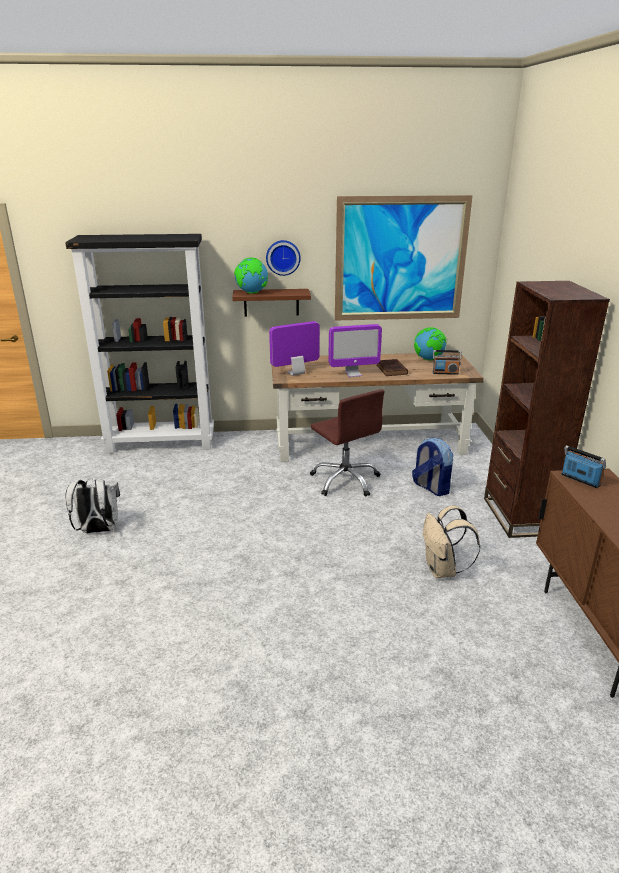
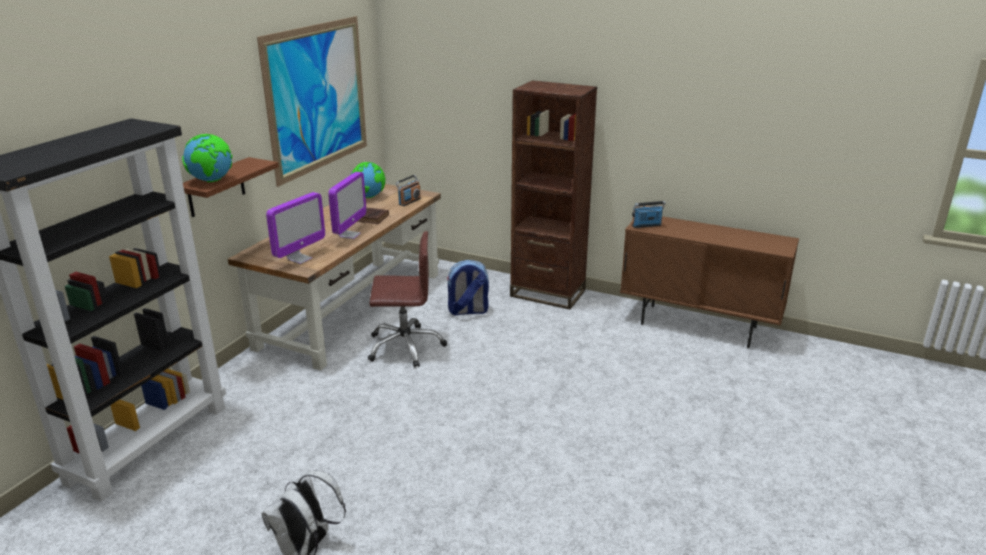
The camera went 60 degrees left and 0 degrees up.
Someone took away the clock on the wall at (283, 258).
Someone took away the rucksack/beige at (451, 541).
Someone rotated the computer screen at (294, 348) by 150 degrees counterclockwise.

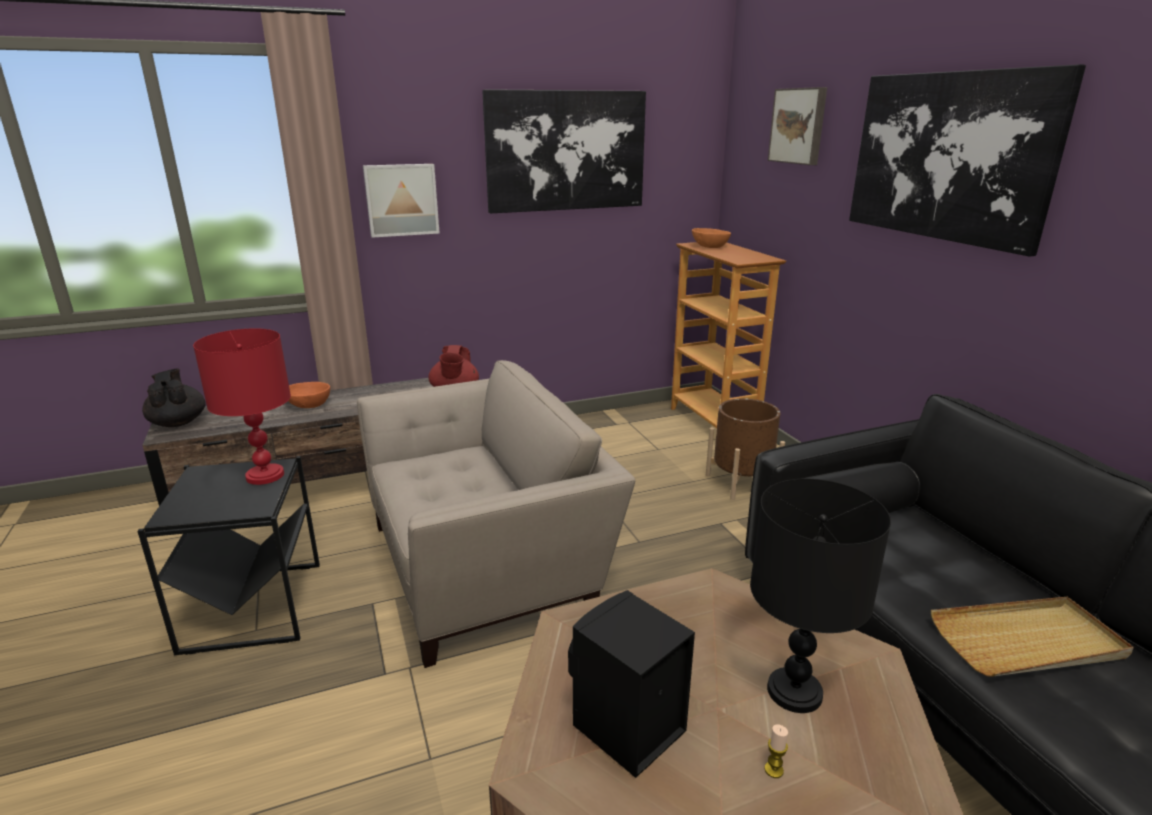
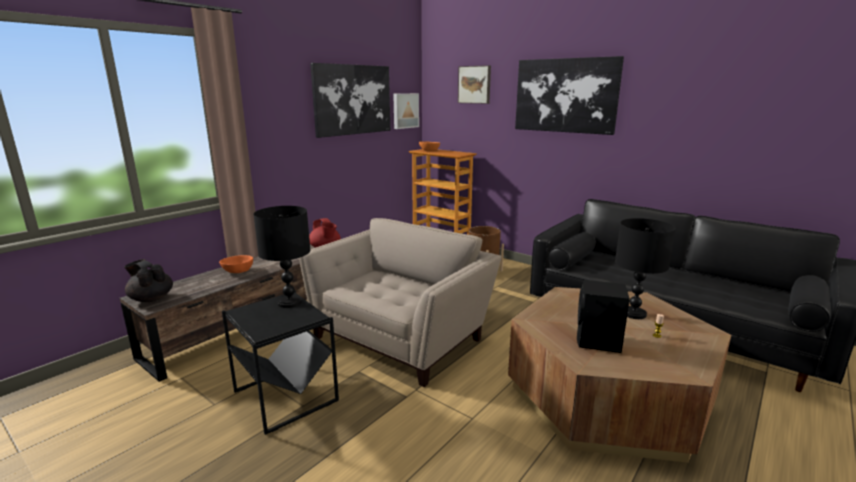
The camera went 30 degrees left and 5 degrees down.
Someone took away the tray/beige at (1032, 637).
Someone carried the picture from (401, 201) to (406, 111).
Someone repainted the lamp for a table/red-coloured at (242, 406), which became the lamp for a table/black at (282, 257).

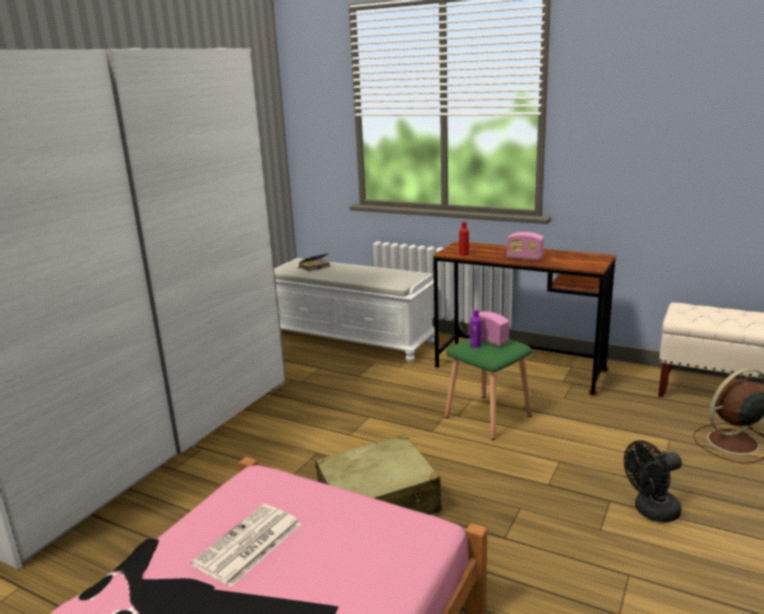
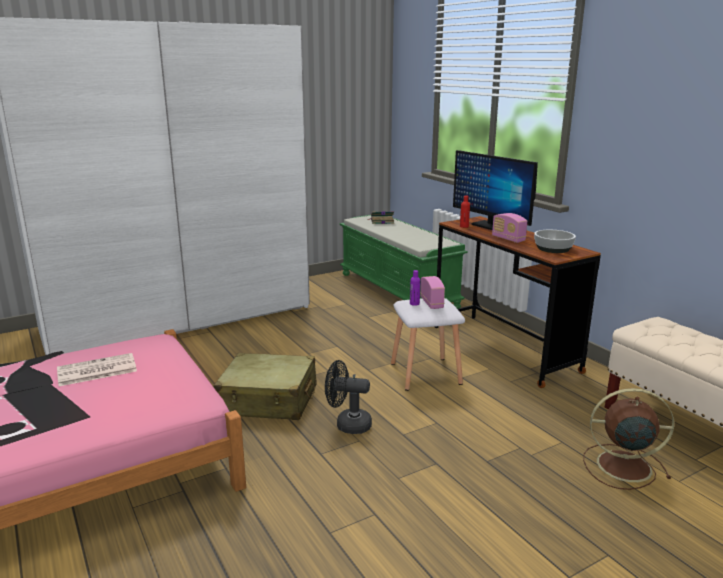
The camera went 30 degrees right and 0 degrees up.
Someone put down the computer screen at (495, 190).
Someone put down the bowl at (555, 241).
Someone carried the electric fan/black from (653, 482) to (348, 397).
Someone repainted the indoor bench/white at (354, 310), which became the indoor bench/green at (404, 262).
Someone repainted the stool seat/green at (488, 389), which became the stool seat/white at (428, 344).

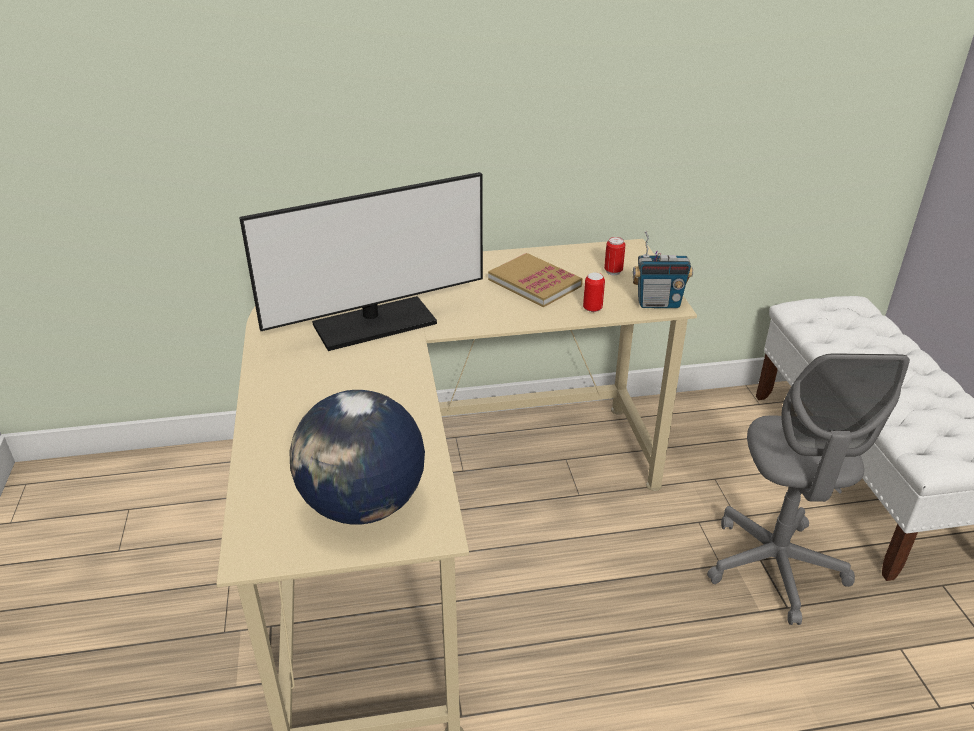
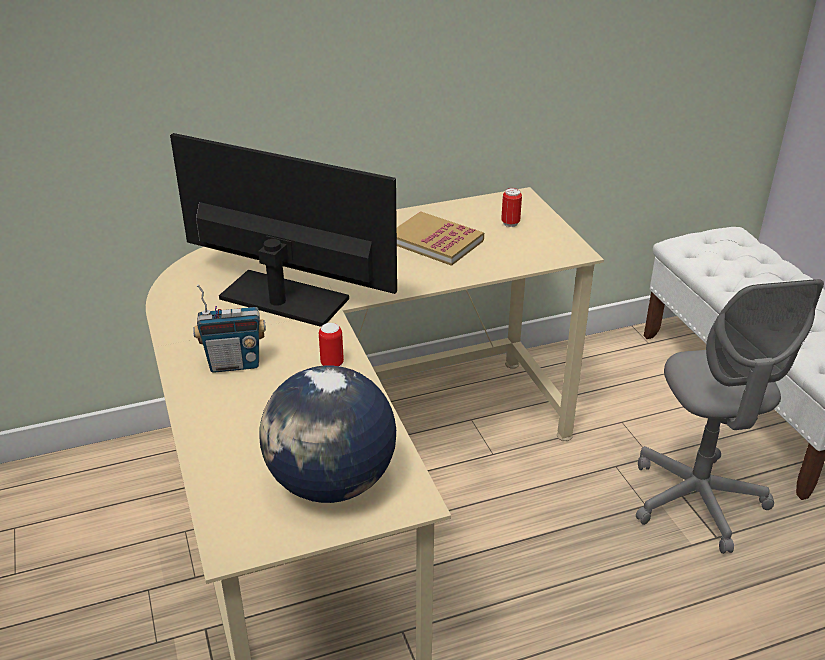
The camera went 10 degrees left and 0 degrees up.
Someone carried the can from (594, 292) to (331, 344).
Someone carried the radio receiver from (663, 269) to (229, 328).
Someone rotated the computer screen at (361, 261) by 120 degrees counterclockwise.

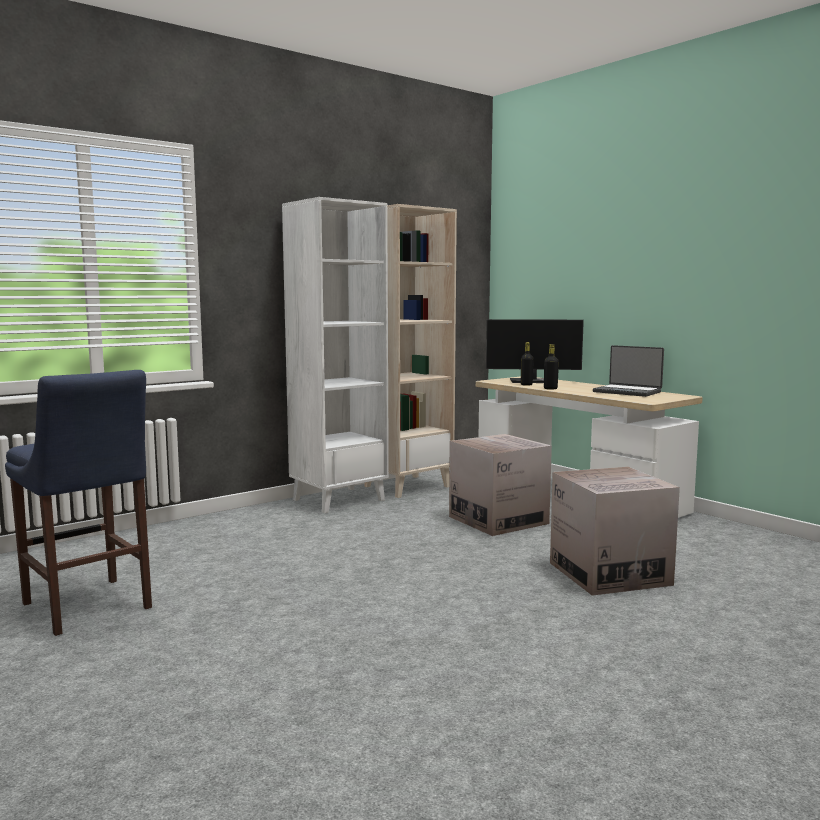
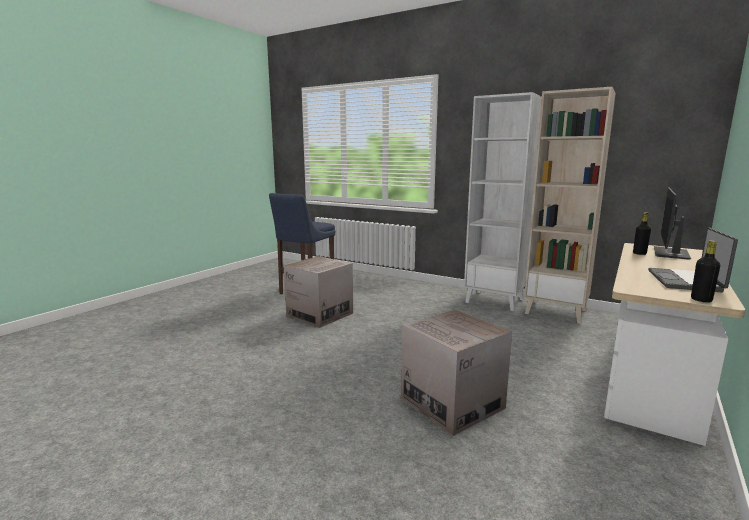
The camera went 70 degrees right and 5 degrees up.
Someone carried the carton from (500, 485) to (318, 292).
Someone carried the beverage bottle/black from (551, 367) to (705, 271).
Someone rotated the computer screen at (535, 351) by 45 degrees clockwise.

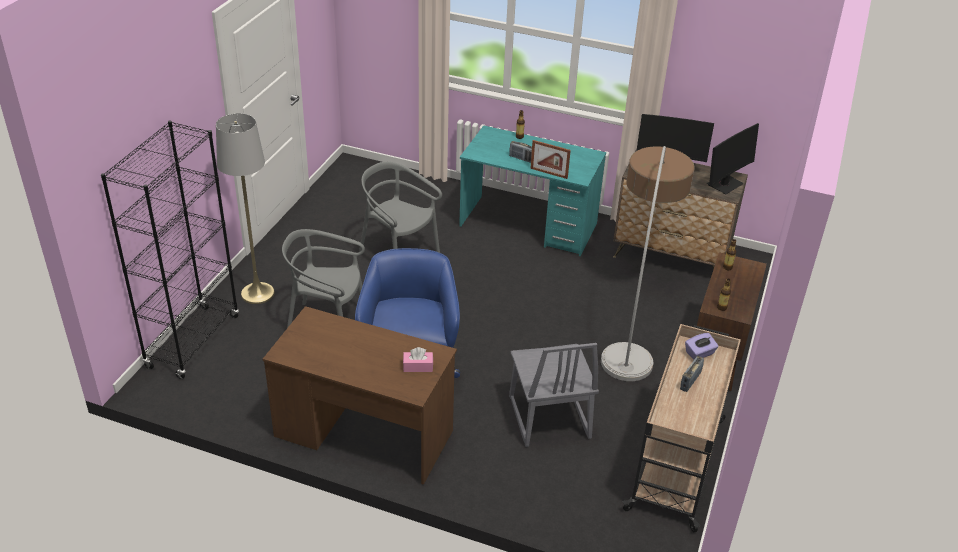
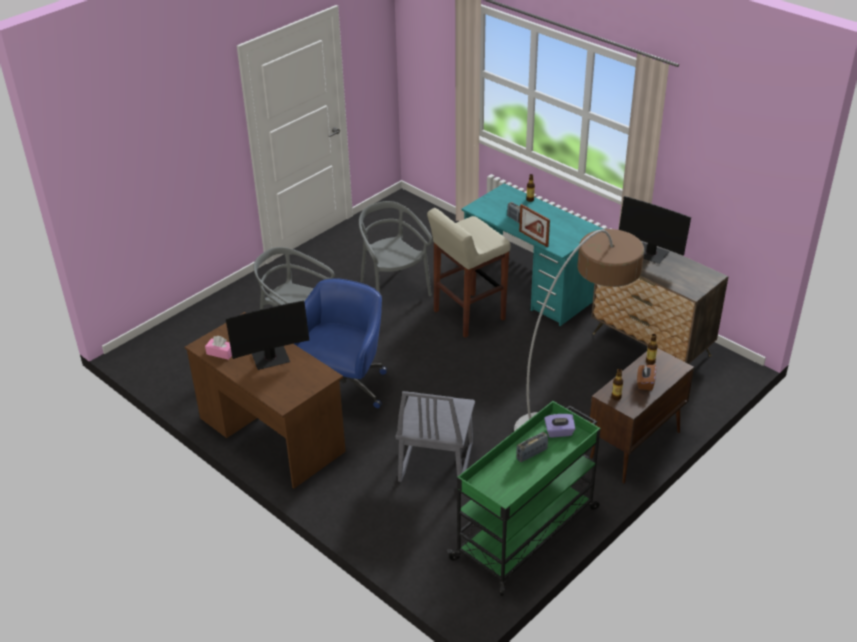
The camera went 25 degrees right and 0 degrees up.
Someone took away the bookcase/black at (170, 250).
Someone took away the floor lamp/gray at (245, 208).
Someone put down the stool seat/beige at (468, 273).
Someone put down the box of tissues/brownish at (646, 377).
Someone carried the box of tissues/pink from (418, 359) to (218, 348).
Someone carried the computer screen from (733, 158) to (267, 335).
Someone repainted the cart/beige at (681, 428), which became the cart/green at (524, 498).

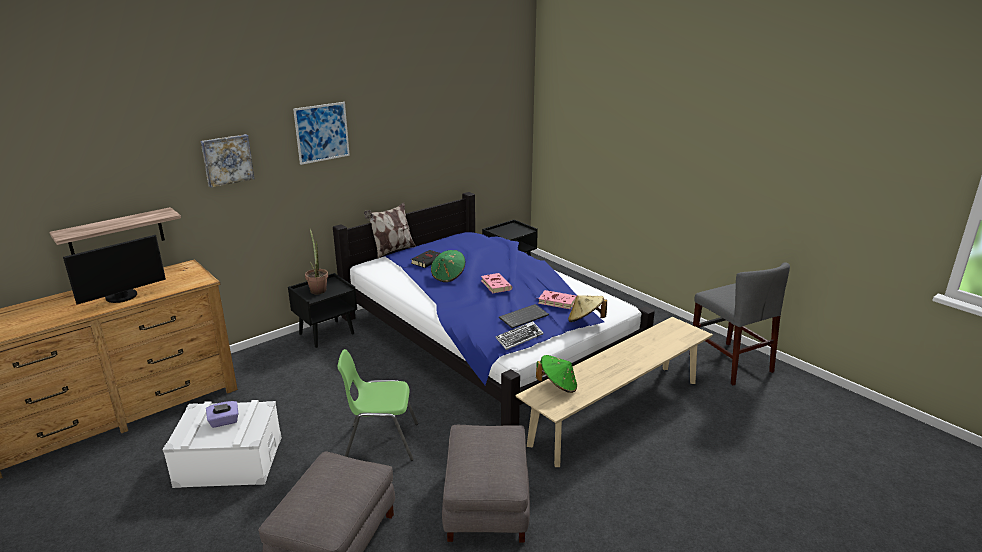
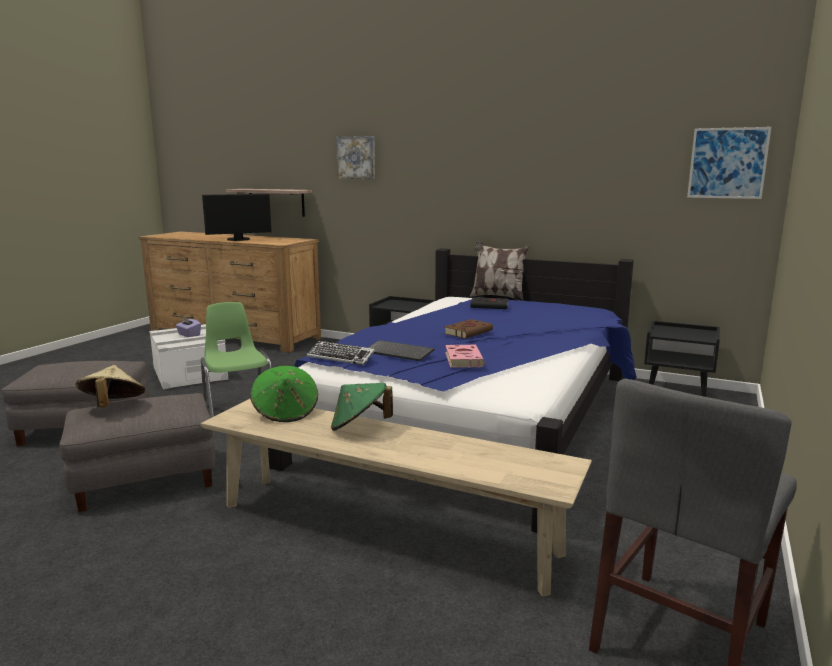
The camera went 65 degrees right and 10 degrees down.
Someone took away the potted plant at (316, 261).
Someone carried the picture from (321, 133) to (729, 163).
Someone carried the wearable hat/green from (448, 266) to (362, 407).
Someone carried the wearable hat/beige from (587, 308) to (110, 386).
Someone repainted the volume/pink at (496, 283), which became the volume/brownish at (468, 328).
Someone rotated the computer screen at (114, 270) by 45 degrees counterclockwise.

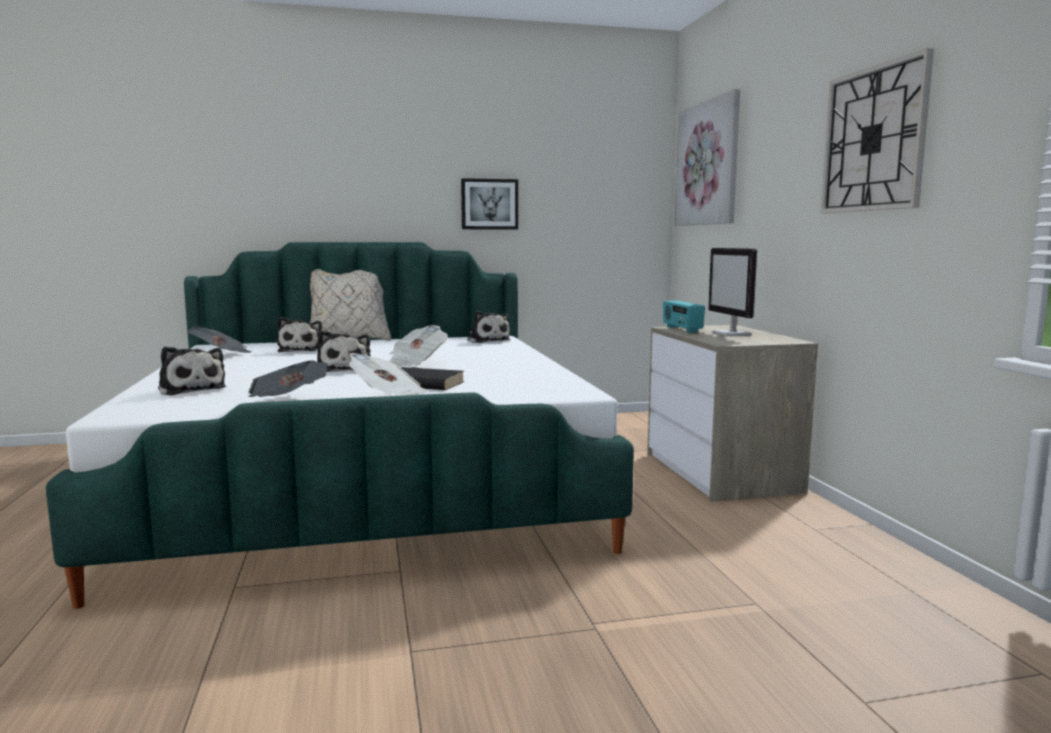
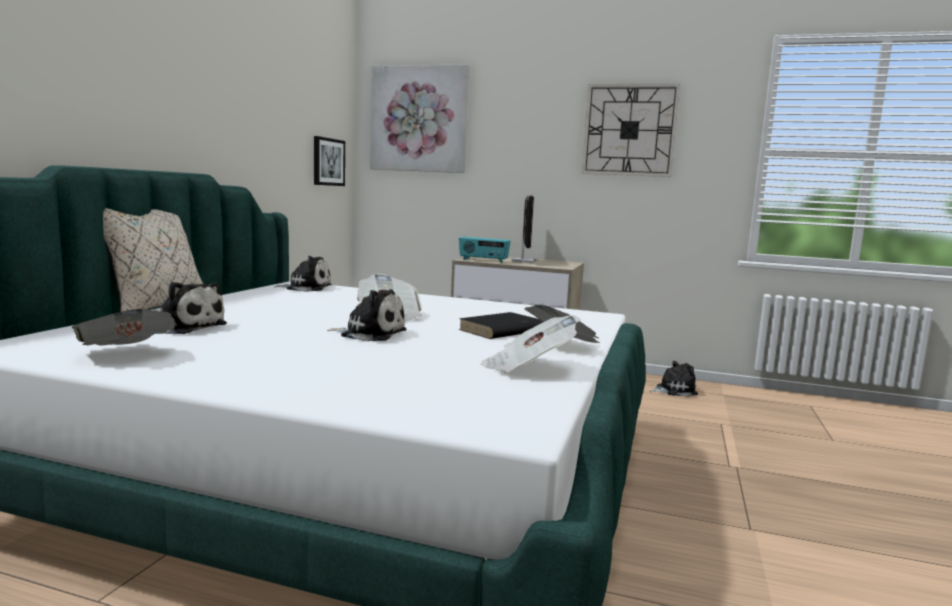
The camera went 60 degrees left and 0 degrees up.
Someone carried the cuddly toy from (192, 371) to (673, 379).
Someone carried the picture from (489, 204) to (329, 161).
Someone rotated the computer screen at (732, 292) by 105 degrees counterclockwise.

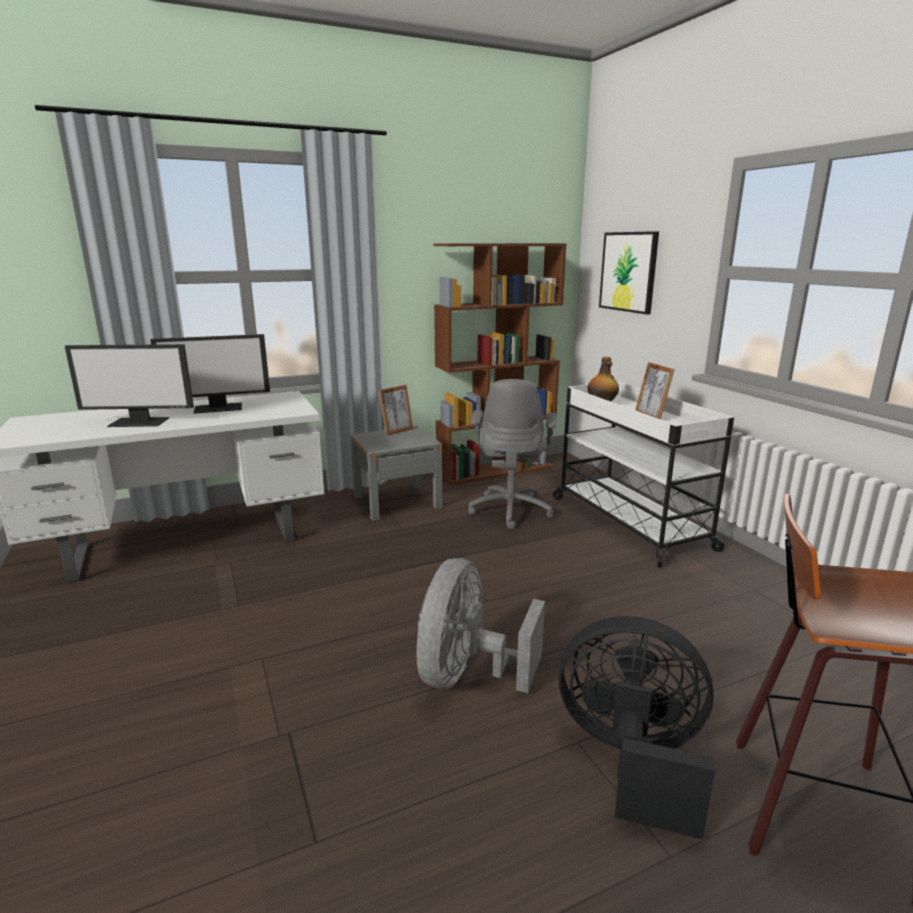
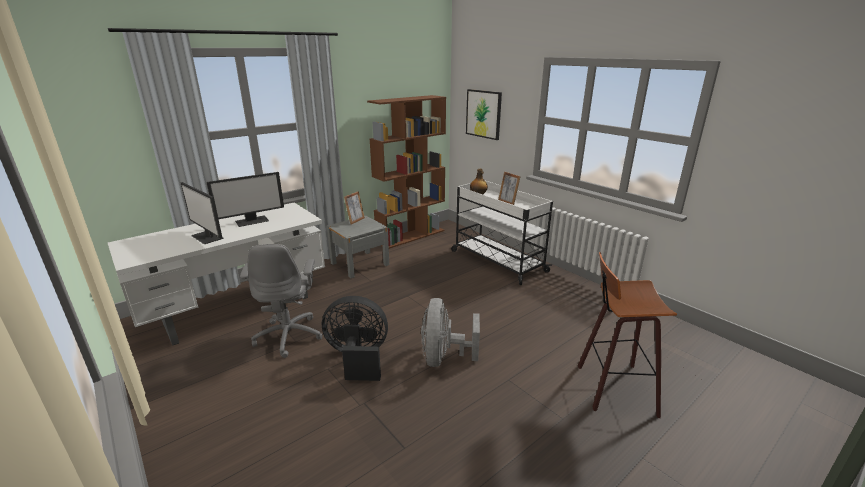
The camera went 15 degrees left and 5 degrees up.
Someone carried the desk chair/gray from (512, 454) to (281, 301).
Someone carried the electric fan/black from (636, 728) to (355, 338).
Someone rotated the computer screen at (129, 385) by 60 degrees clockwise.

